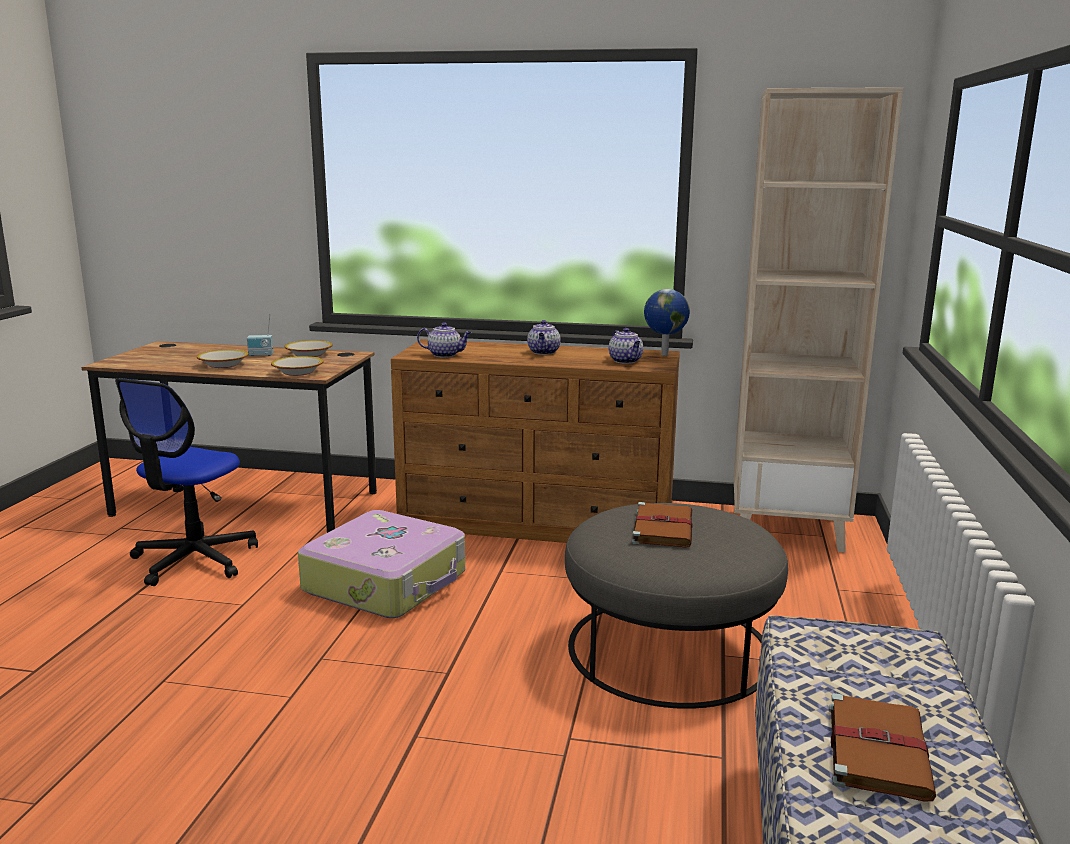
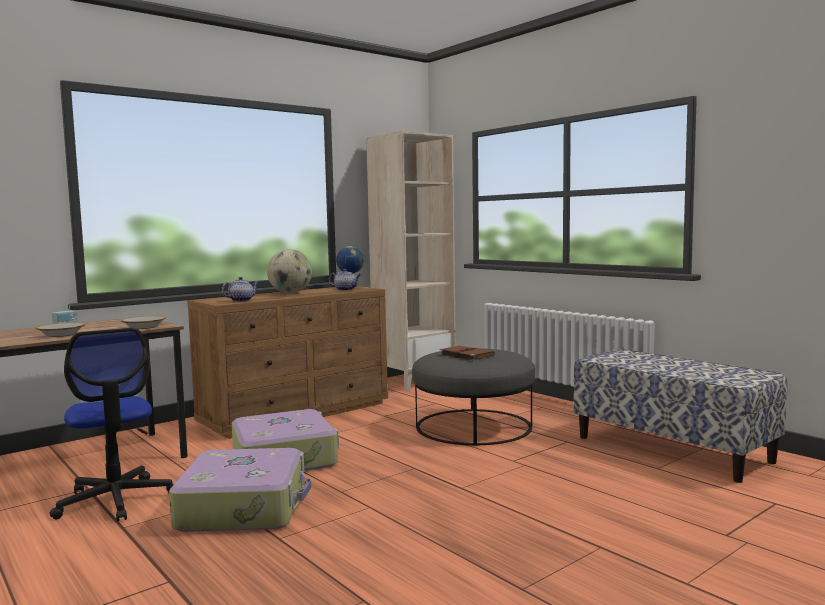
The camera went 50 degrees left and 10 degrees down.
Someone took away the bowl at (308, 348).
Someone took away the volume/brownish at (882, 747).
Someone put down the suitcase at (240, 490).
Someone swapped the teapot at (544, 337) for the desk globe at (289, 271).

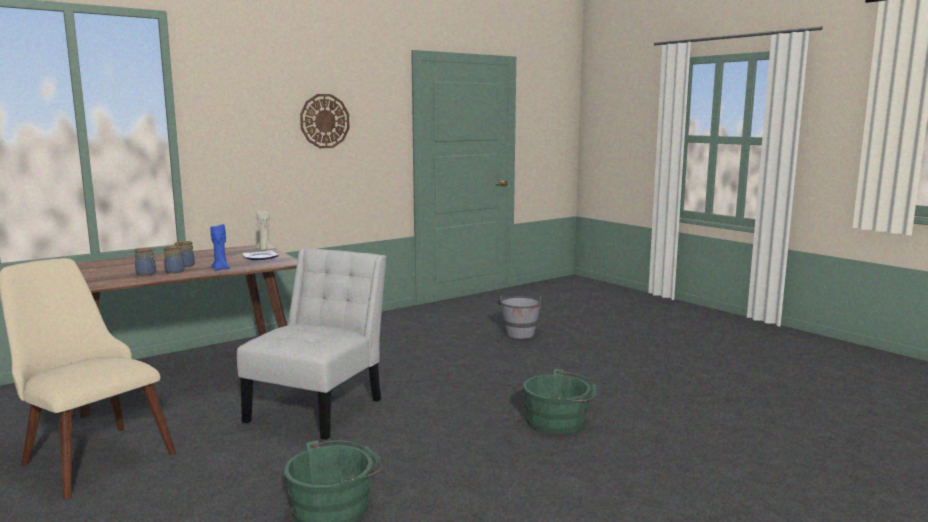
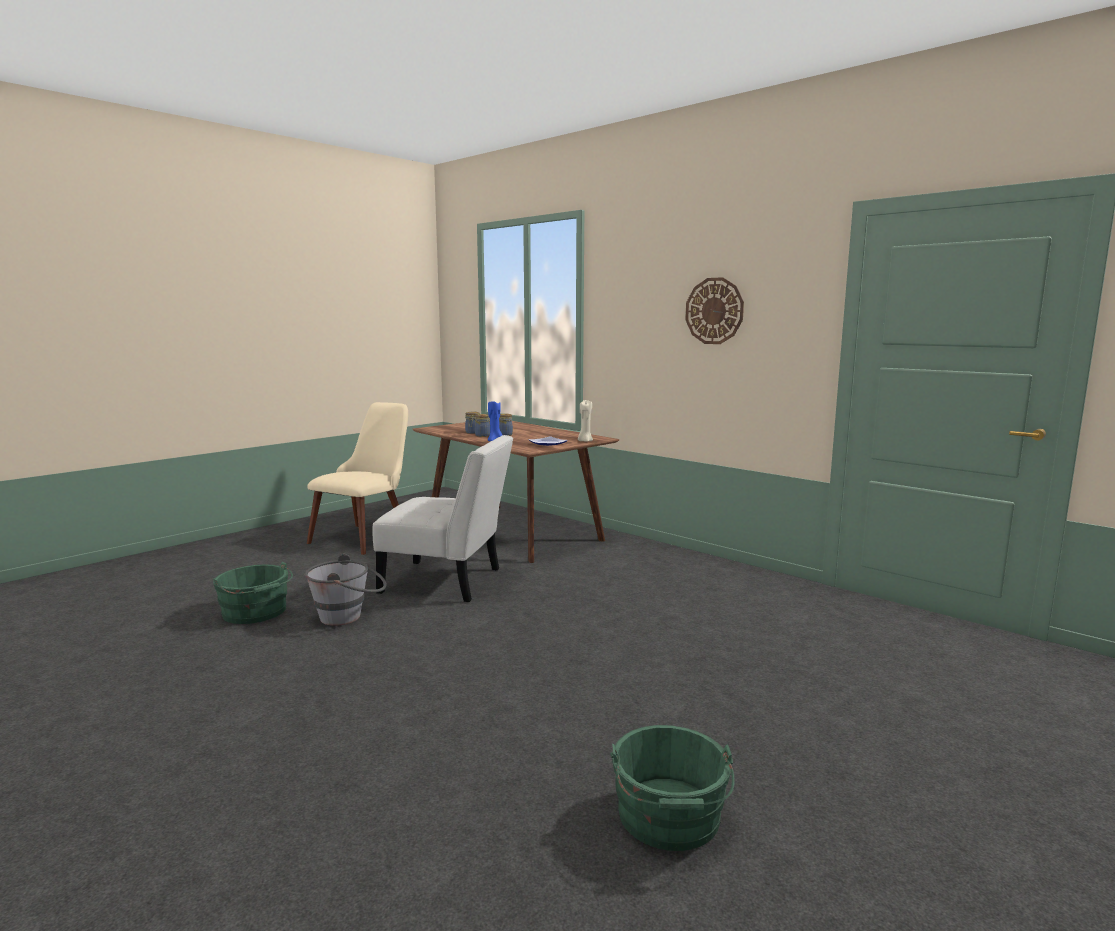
The camera went 80 degrees right and 0 degrees up.
Someone carried the water bucket/gray from (520, 317) to (346, 590).
Someone carried the water bucket/green from (559, 401) to (672, 788).

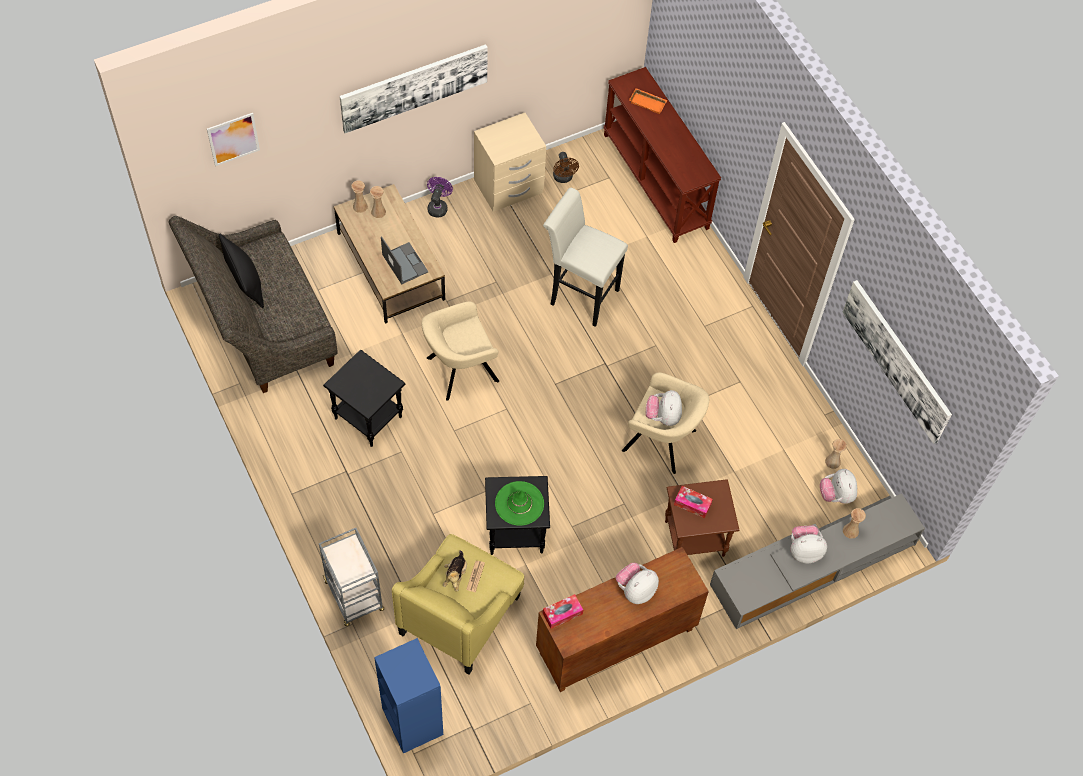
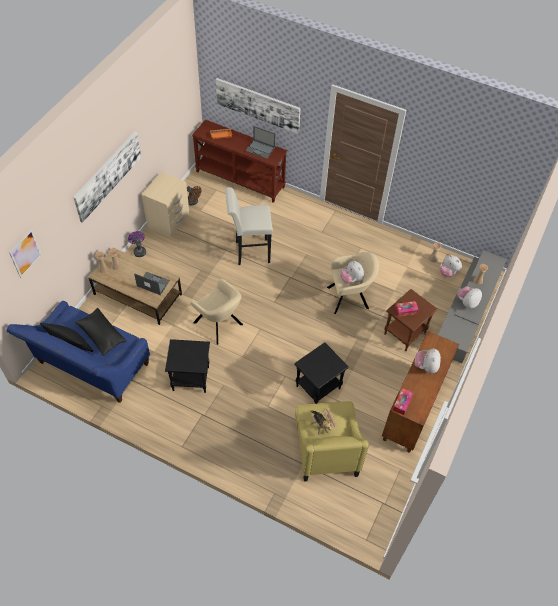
The camera went 35 degrees left and 5 degrees down.
Someone took away the cart/gray at (351, 577).
Someone took away the bookcase/bluish at (408, 696).
Someone took away the wearable hat/green at (519, 503).
Someone put down the cushion/black at (100, 332).
Someone put down the notebook computer at (260, 142).
Someone carried the picture from (897, 362) to (258, 106).
Someone repainted the couch/gray at (253, 304), which became the couch/bluish at (78, 352).
Someone rotated the armchair/beige at (460, 351) by 75 degrees counterclockwise.

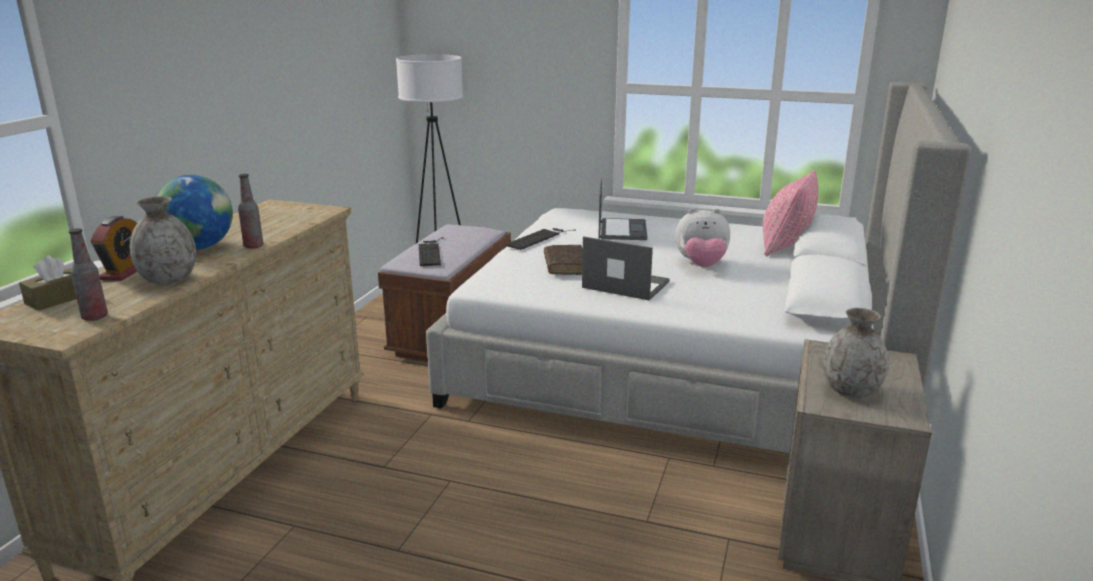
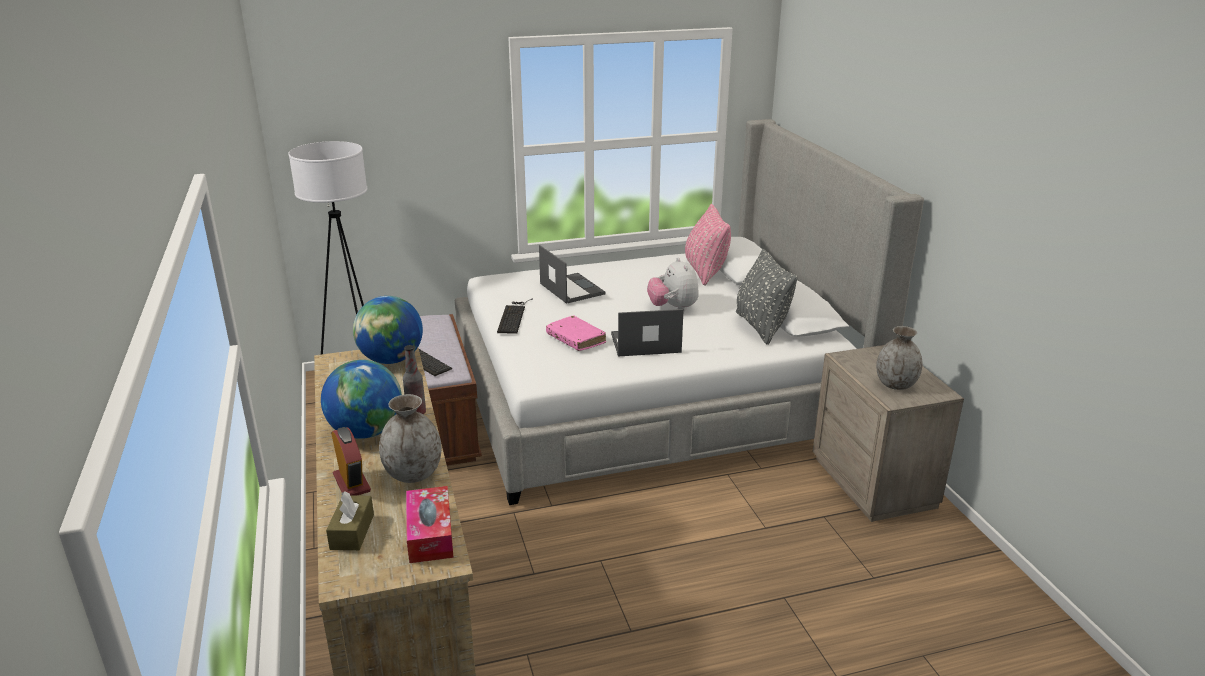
The camera went 35 degrees left and 5 degrees up.
Someone put down the desk globe at (388, 330).
Someone put down the cushion/gray at (767, 297).
Someone swapped the beverage bottle at (88, 274) for the box of tissues at (430, 524).
Someone repainted the volume/brownish at (563, 260), which became the volume/pink at (576, 333).
Someone rotated the cuddly toy at (702, 237) by 105 degrees clockwise.

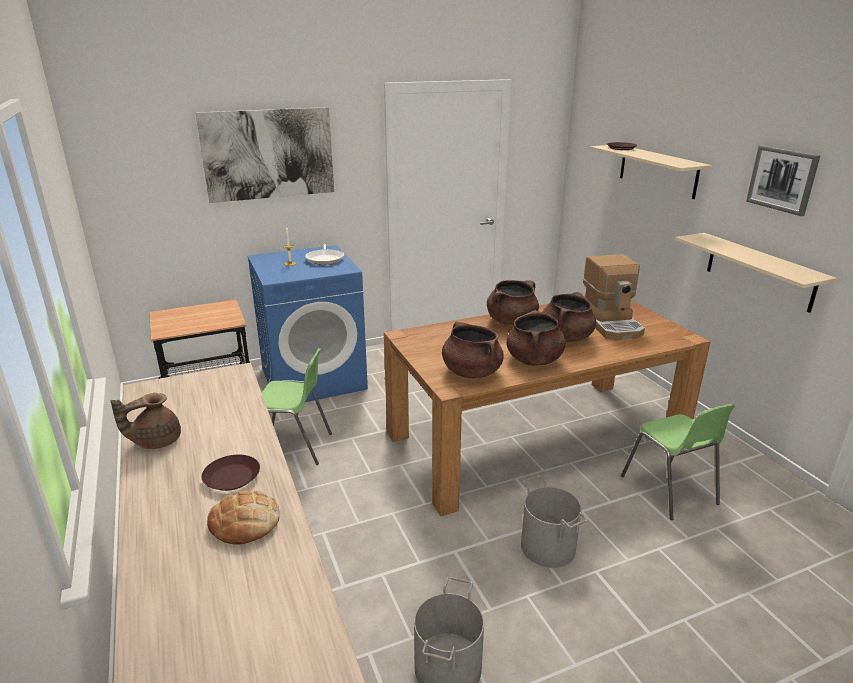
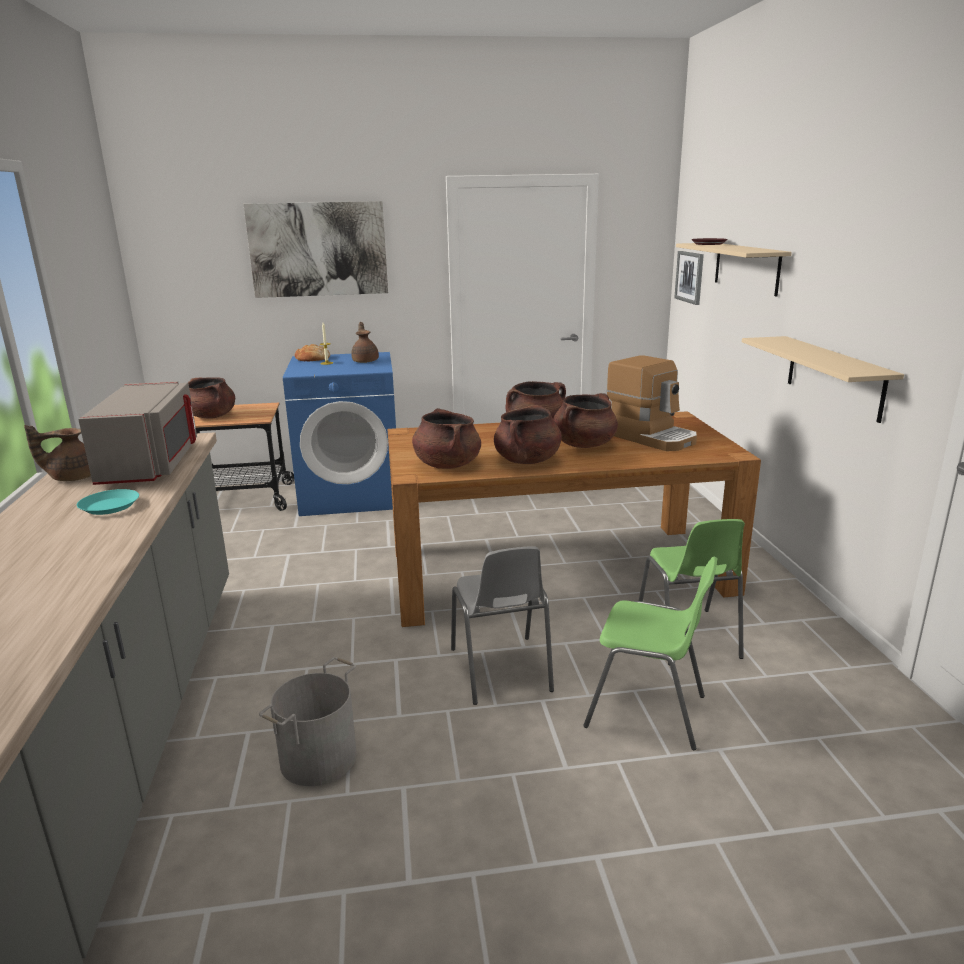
The camera went 15 degrees right and 5 degrees down.
Someone put down the kitchen microwave/gray at (137, 433).
Someone put down the saucepot/brownish at (211, 398).
Someone carried the bakery bread from (243, 517) to (312, 352).
Someone carried the plain chair/green from (297, 406) to (650, 653).
Someone carried the picture from (783, 180) to (689, 278).
Someone swapped the skillet at (324, 254) for the teapot/brownish at (365, 342).
Someone swapped the water bucket/gray at (554, 521) for the plain chair/gray at (502, 625).
Someone repainted the plate/brownish at (231, 473), which became the plate/turquoise-coloured at (108, 502).
Someone rotated the coffee brewer at (614, 297) by 45 degrees counterclockwise.

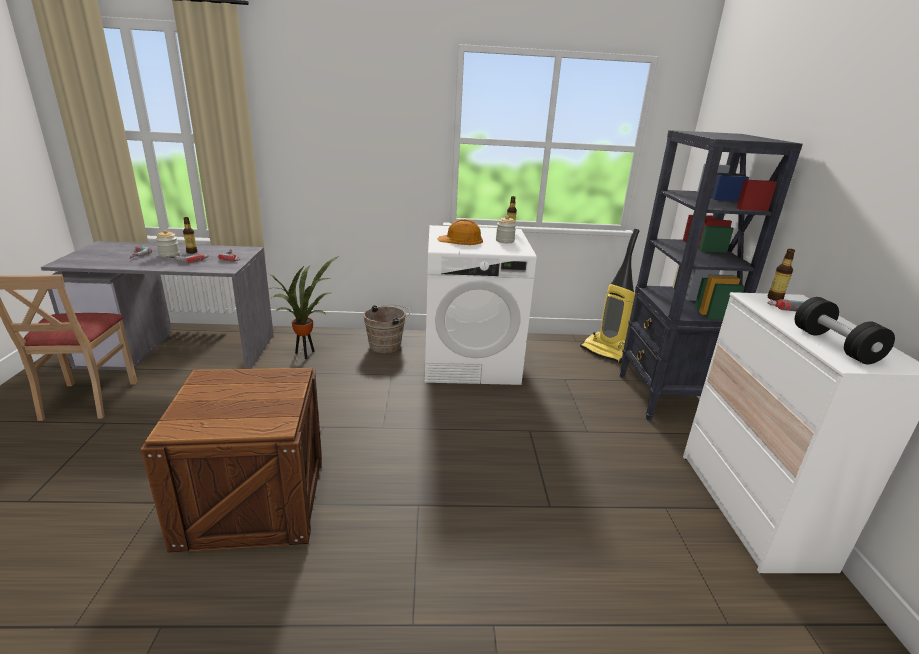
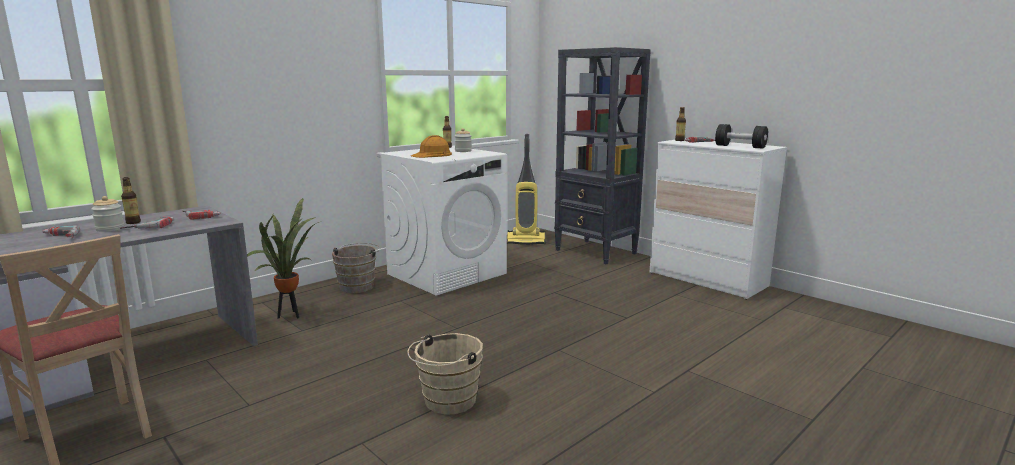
The camera went 40 degrees left and 10 degrees down.
Someone swapped the packing crate at (231, 460) for the water bucket/beige at (445, 374).

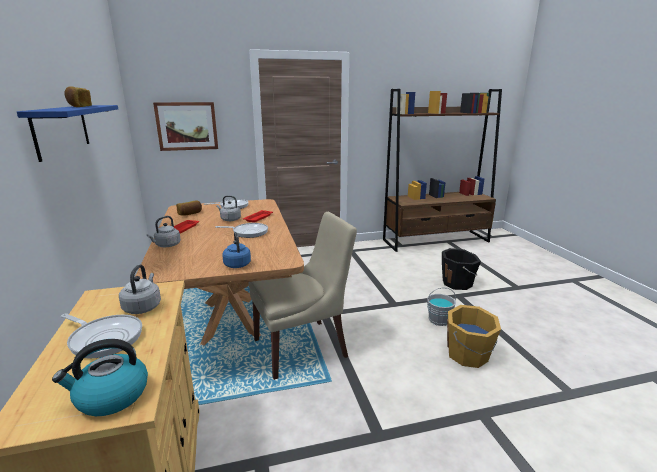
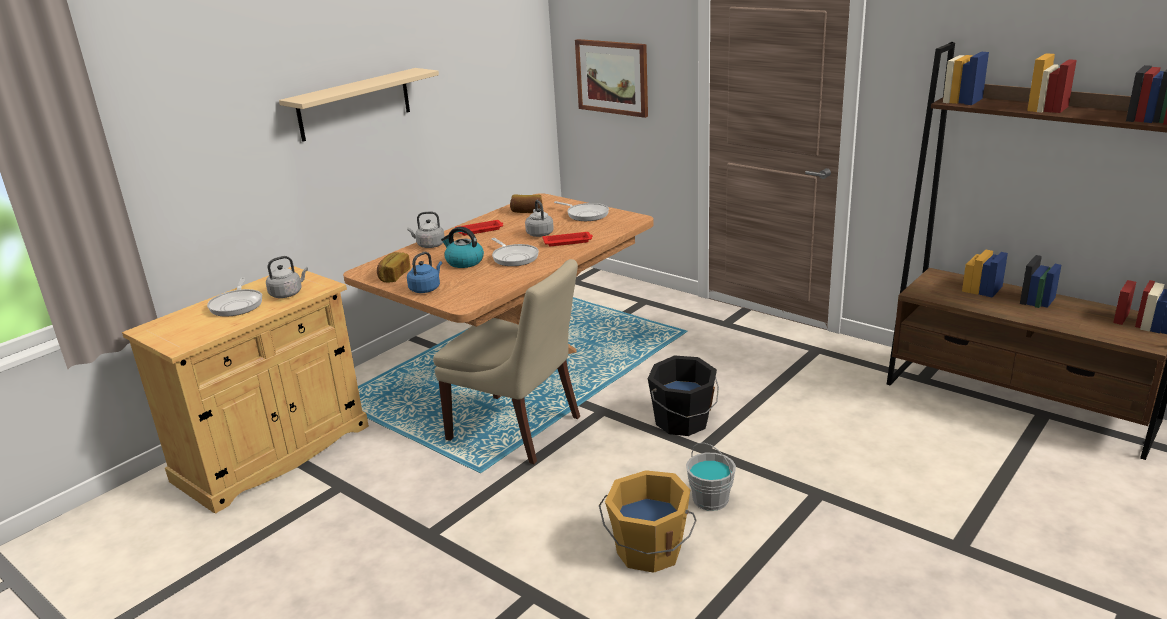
The camera went 55 degrees right and 5 degrees up.
Someone carried the water kettle from (100, 377) to (462, 247).
Someone carried the bakery bread from (78, 96) to (393, 267).
Someone carried the water bucket/black from (461, 269) to (683, 395).
Someone repainted the bracket shelf/bluish at (67, 133), which became the bracket shelf/beige at (359, 105).

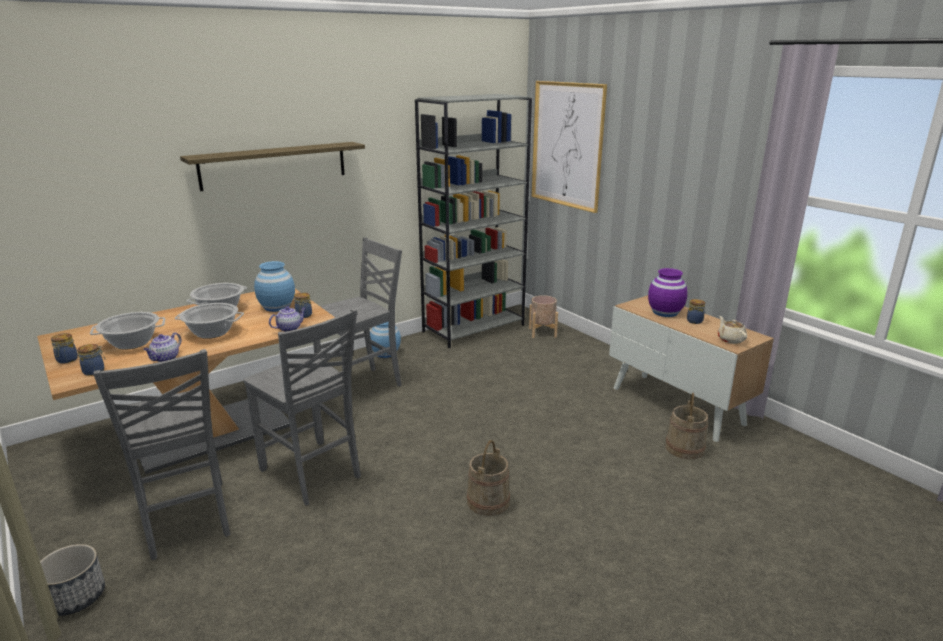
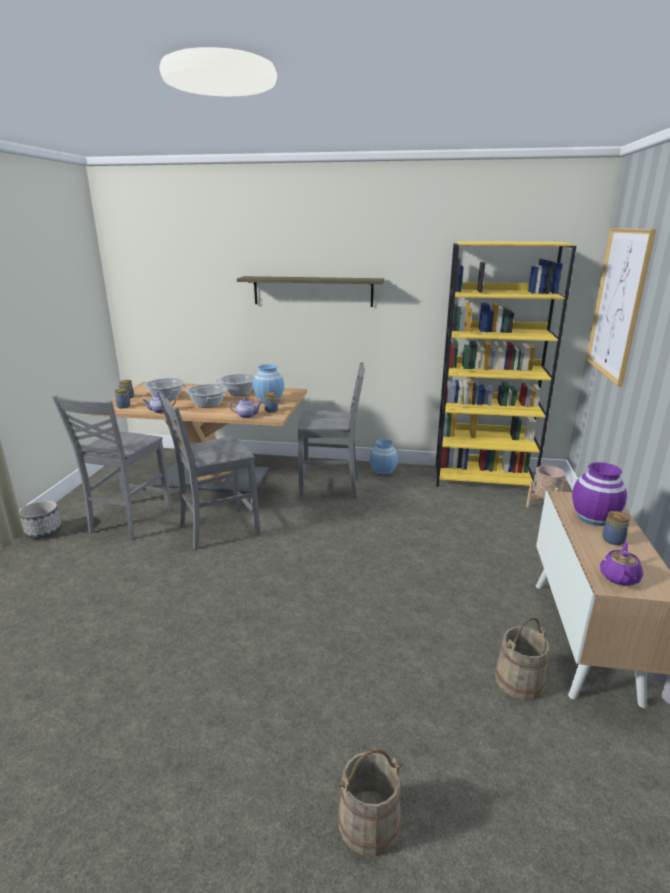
The camera went 45 degrees right and 0 degrees up.
Someone carried the water bucket/beige from (488, 478) to (370, 803).
Someone repainted the bookcase/gray at (473, 221), which became the bookcase/yellowish at (506, 364).
Someone repainted the teapot/beige at (732, 330), which became the teapot/purple-coloured at (621, 564).
Someone rotated the plain chair/gray at (302, 407) by 60 degrees clockwise.

